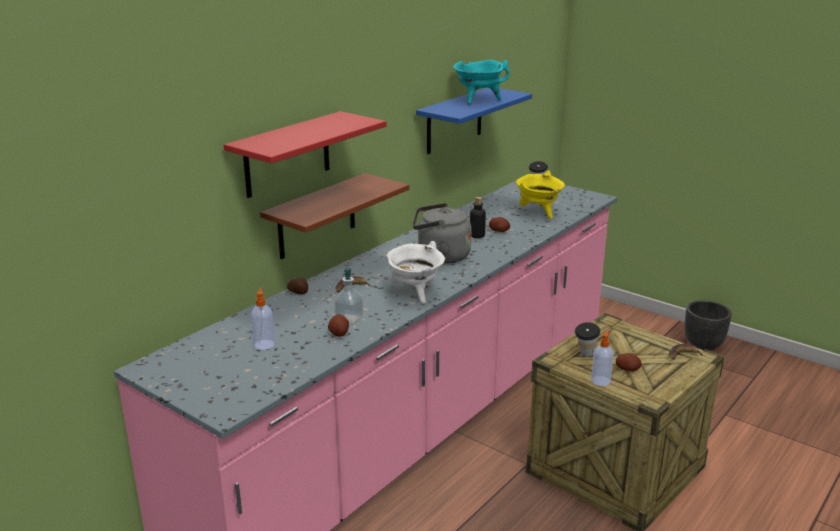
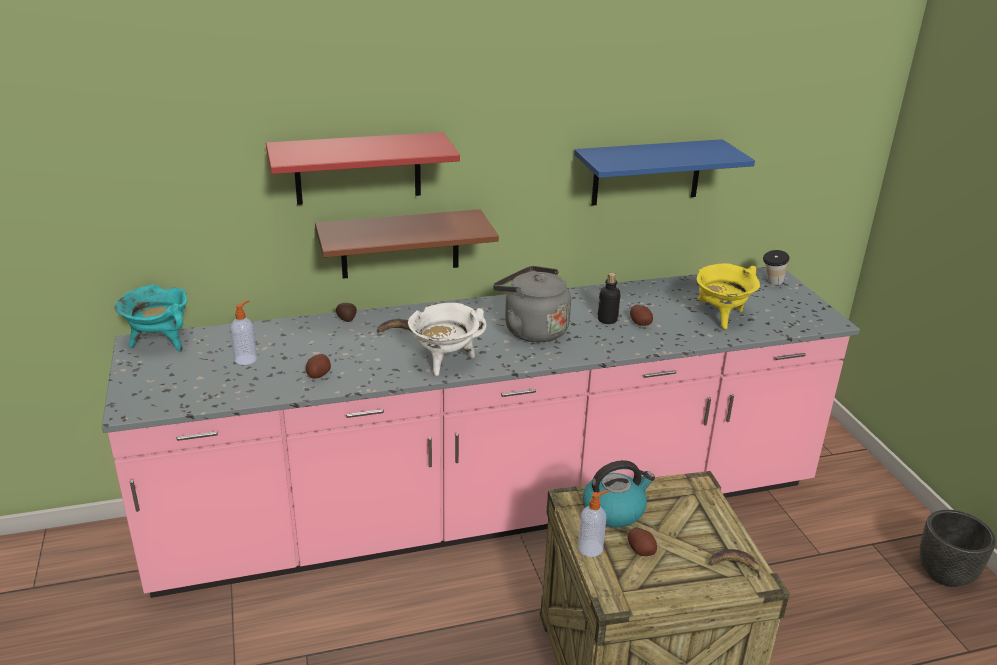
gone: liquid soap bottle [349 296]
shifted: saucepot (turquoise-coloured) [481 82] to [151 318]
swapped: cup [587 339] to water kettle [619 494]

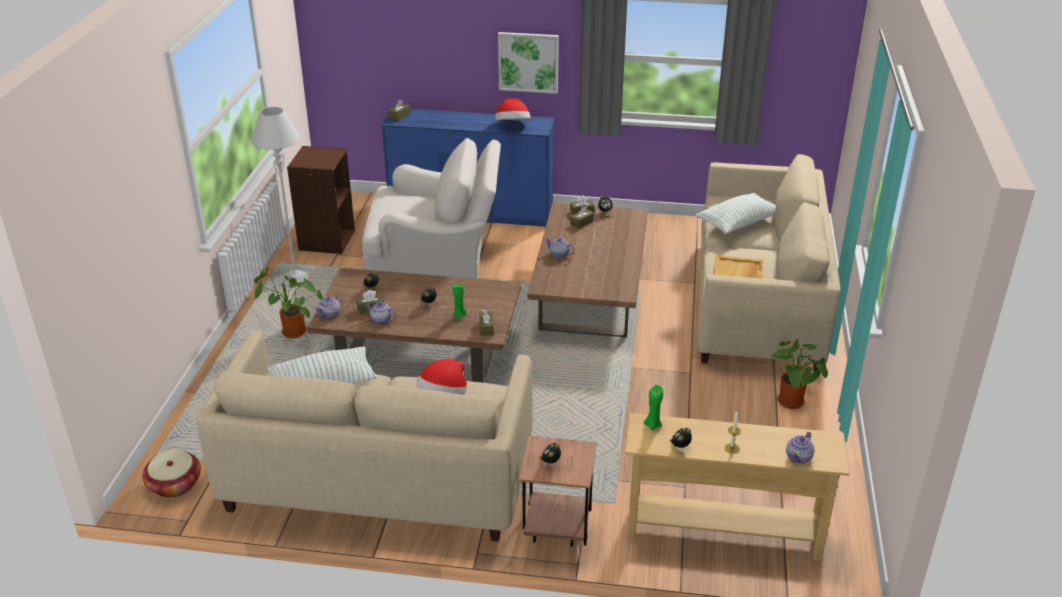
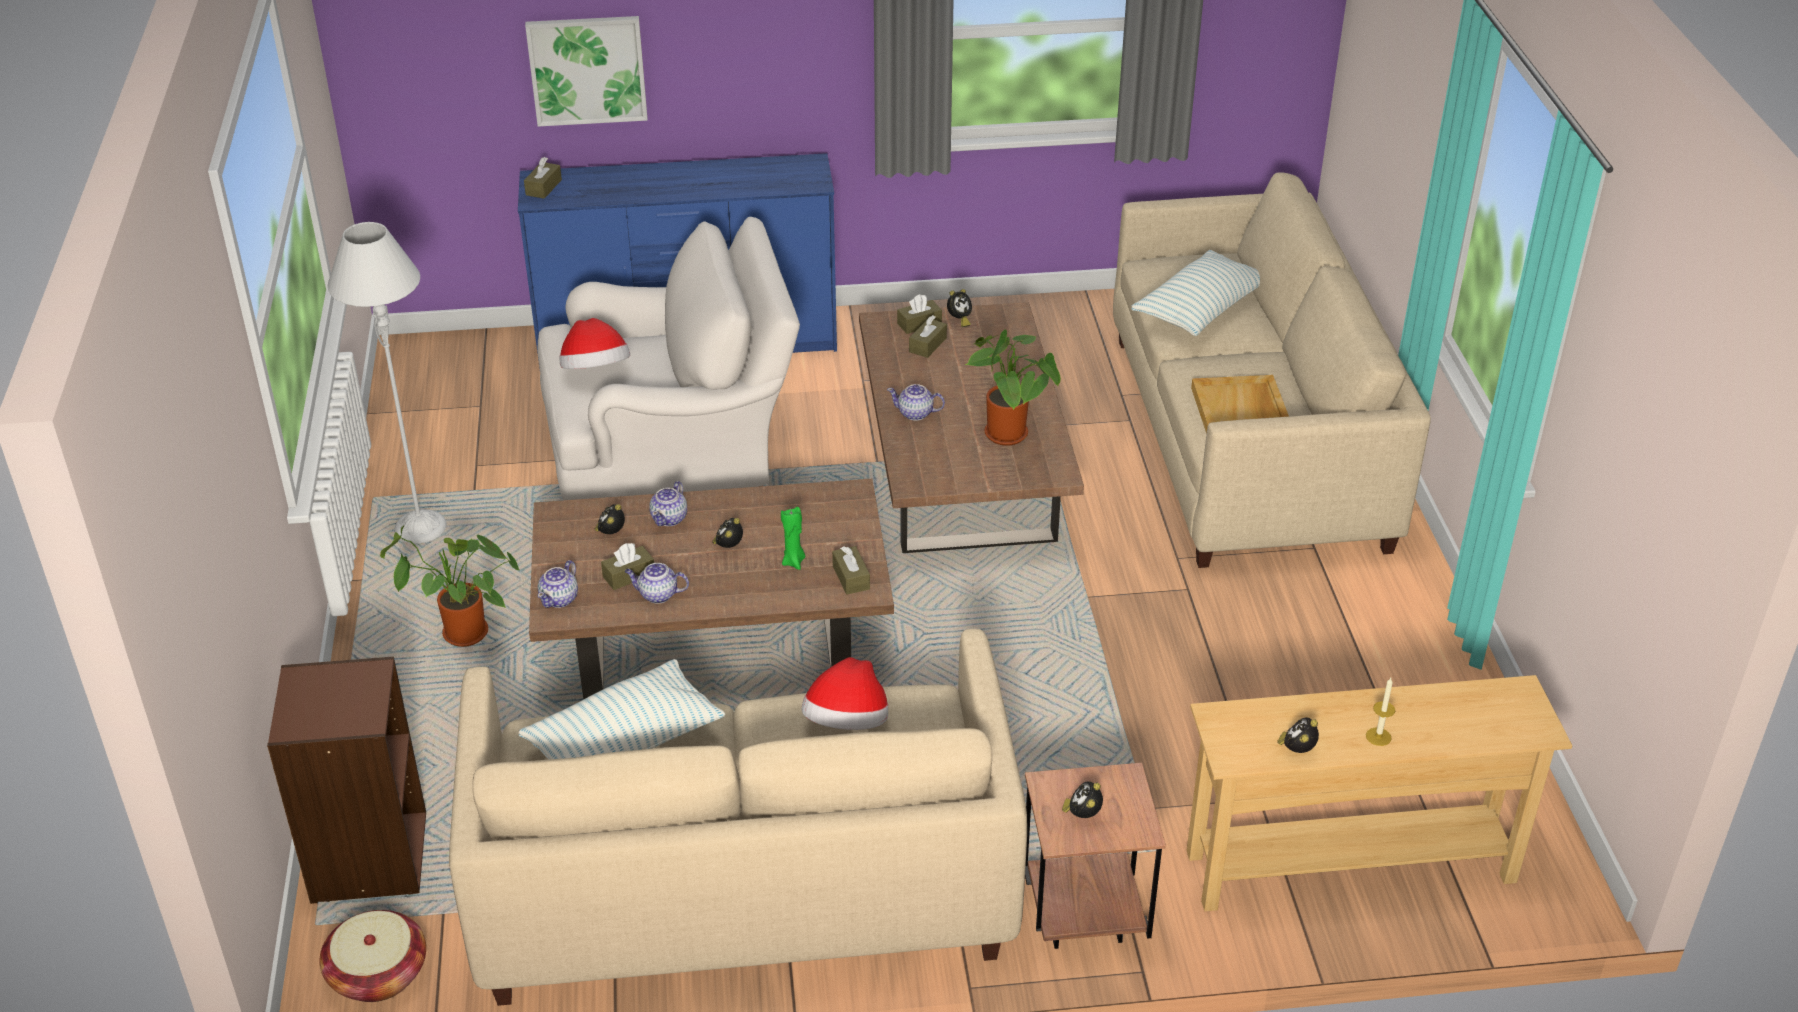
gone: wax candle (green-coloured) [653 408]
shifted: bookshelf (brown-coloured) [321 200] to [346 780]; clothing hat [512 109] to [595 343]; wall art [528 63] to [586 71]; houseplant [799 374] to [1013 388]; tea pot [800 448] to [668 503]

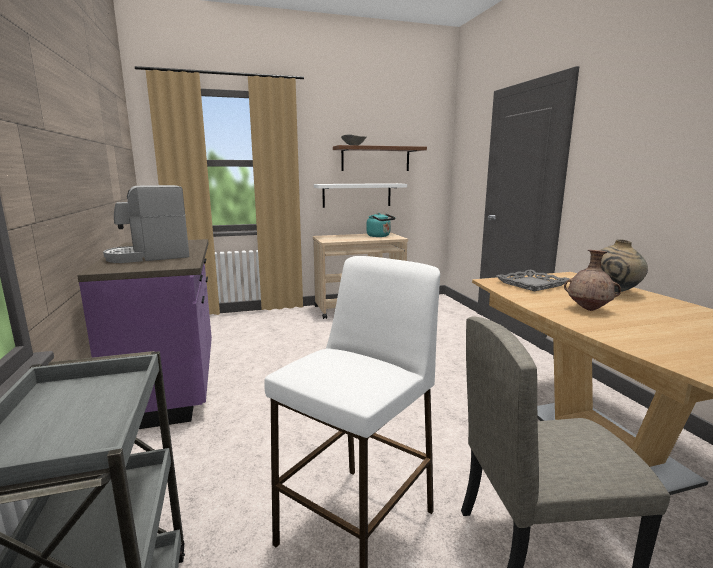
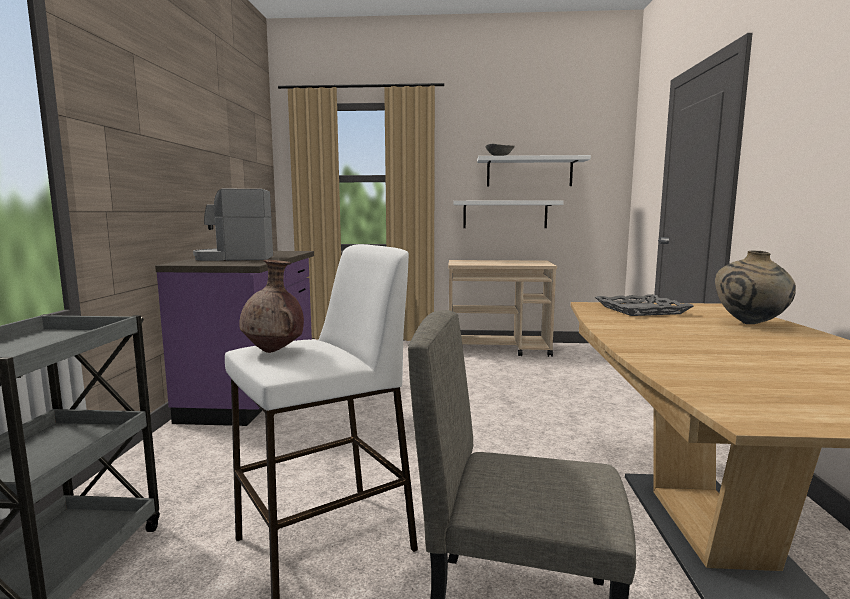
gone: water kettle (turquoise-coloured) [381 225]
shifted: decorative vase (brown-coloured) [592 280] to [271 306]
repainted: shelf (brown-coloured) [380 158] to shelf (white) [534 170]

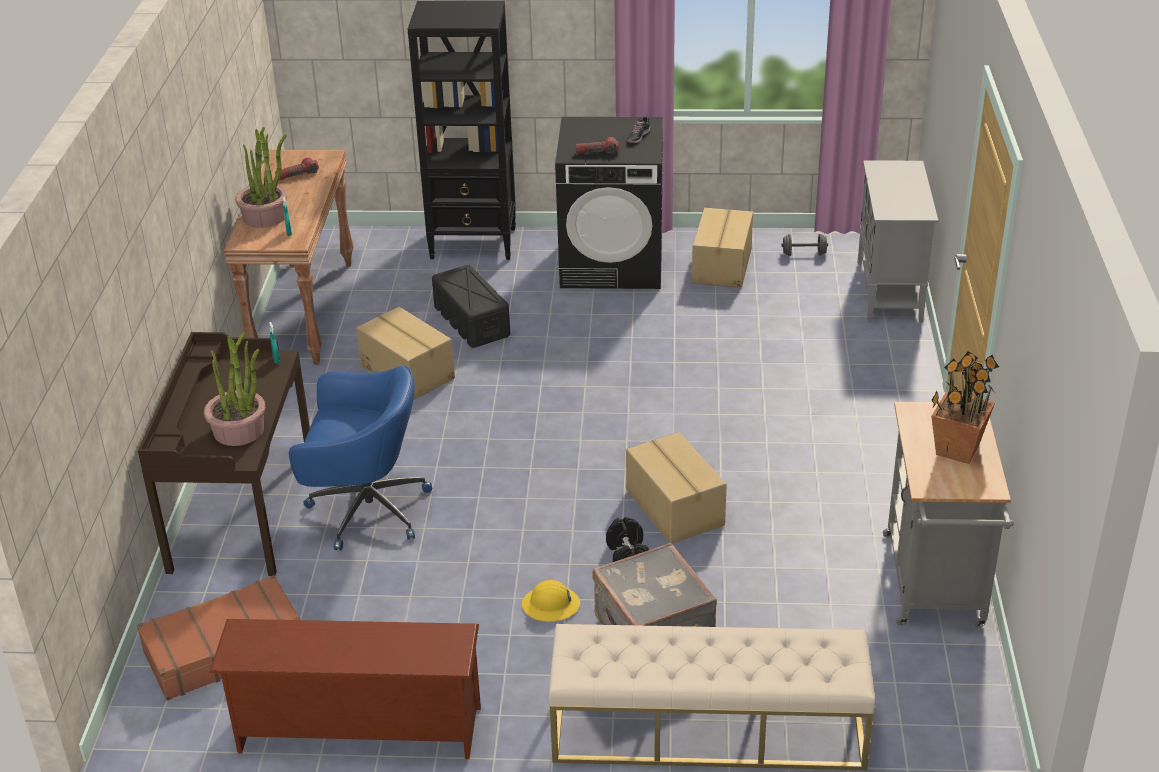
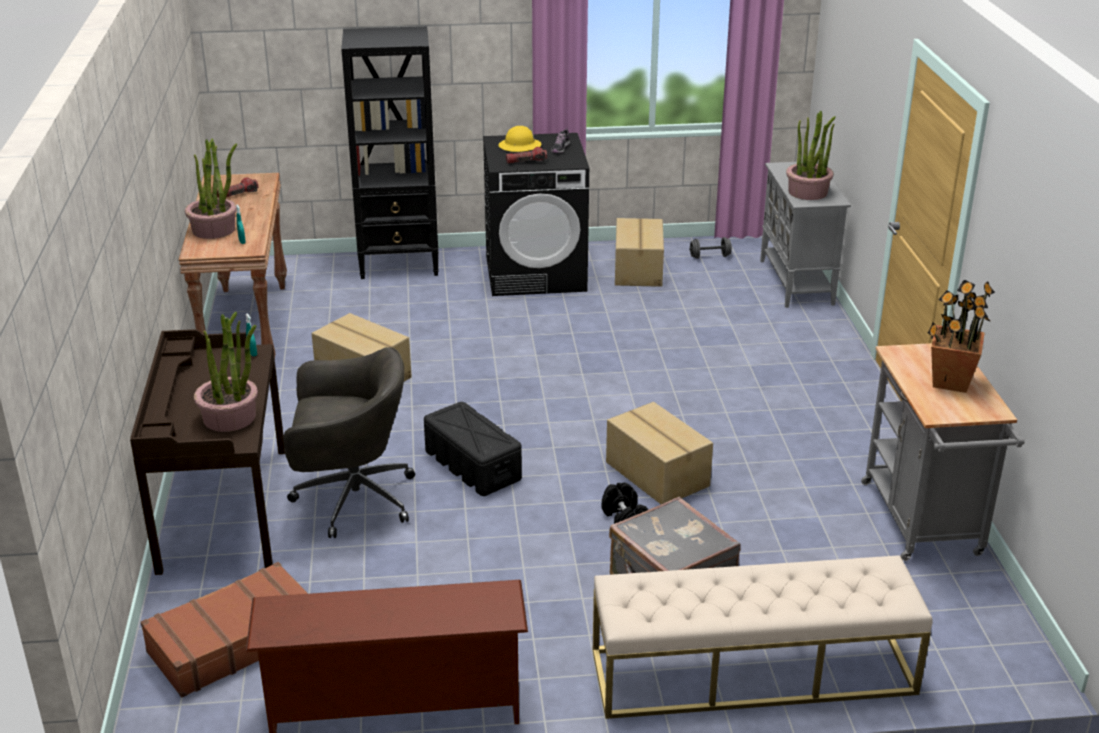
new: houseplant [811 155]
shifted: storage container (black) [471 306] to [473 449]; hard hat (yellowish) [551 601] to [520 139]
repainted: computer chair (blue-coloured) [360 458] to computer chair (greyish) [349 442]

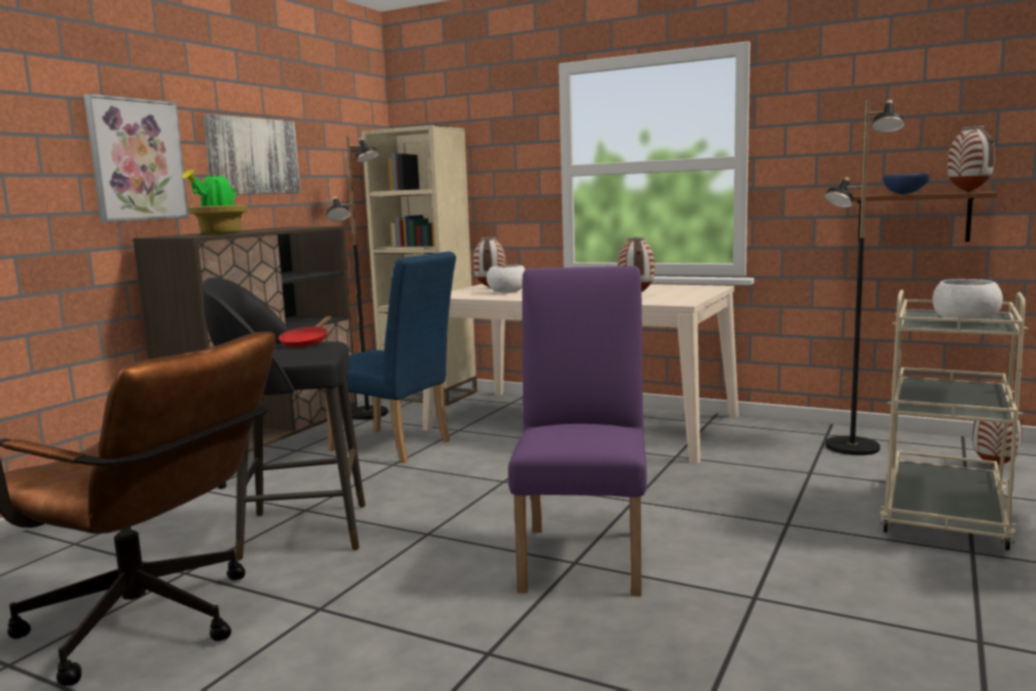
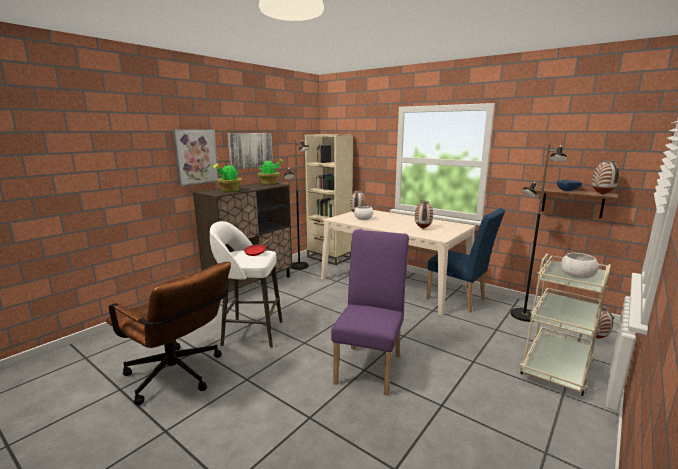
new: houseplant [271 172]
shifted: plain chair (blue-coloured) [390 357] to [465 260]
repainted: stool (black) [284 419] to stool (white) [246 284]

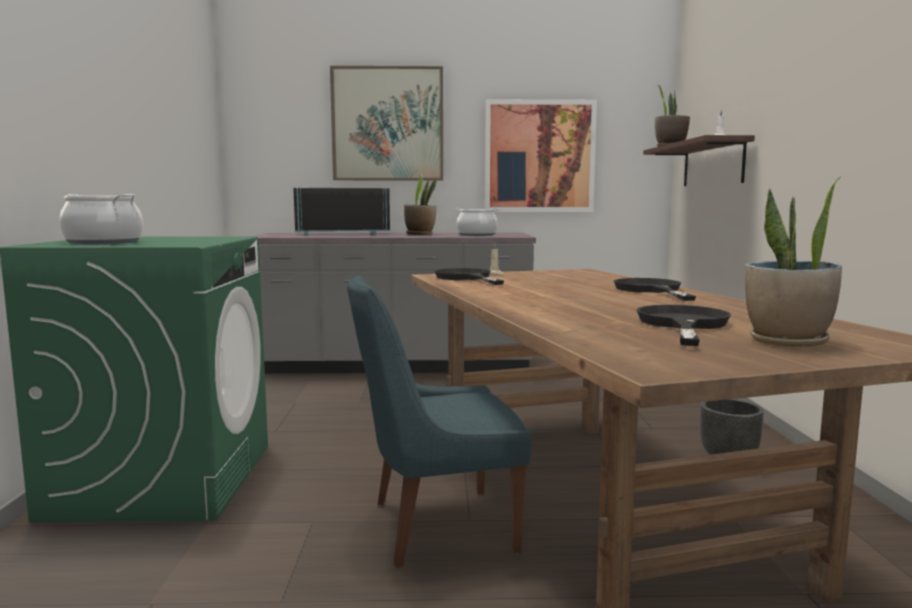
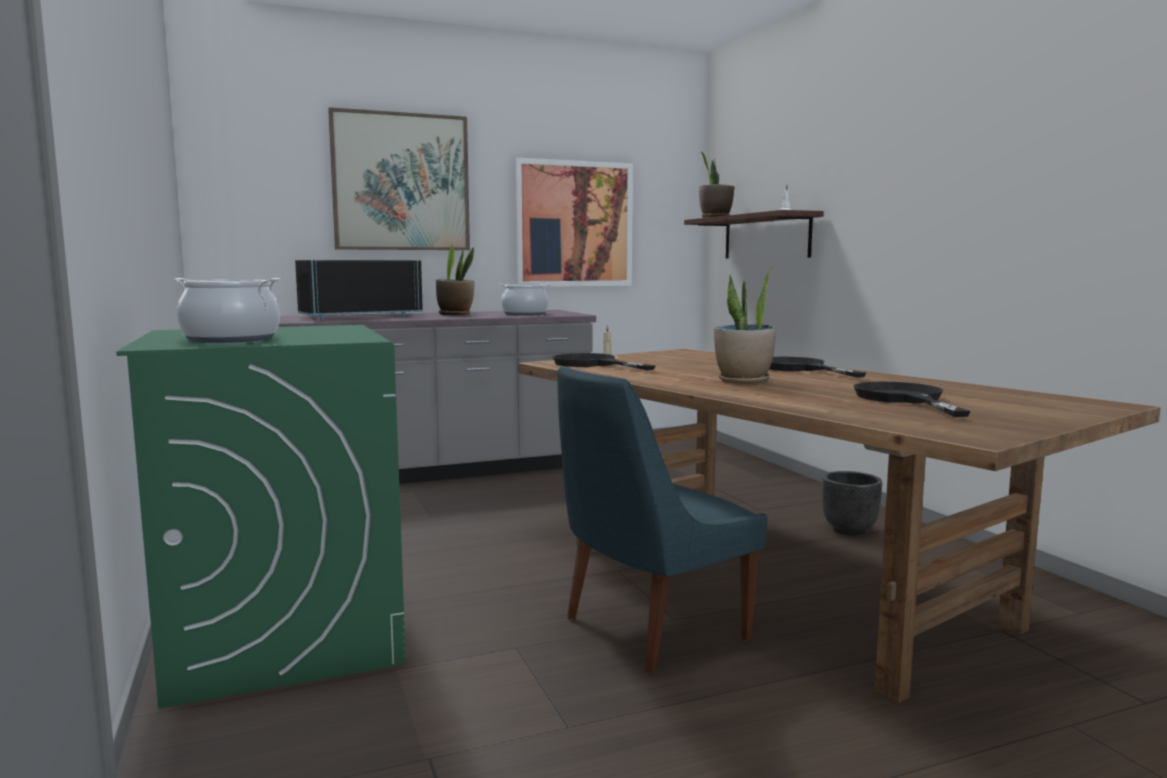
shifted: houseplant [793 262] to [745 325]

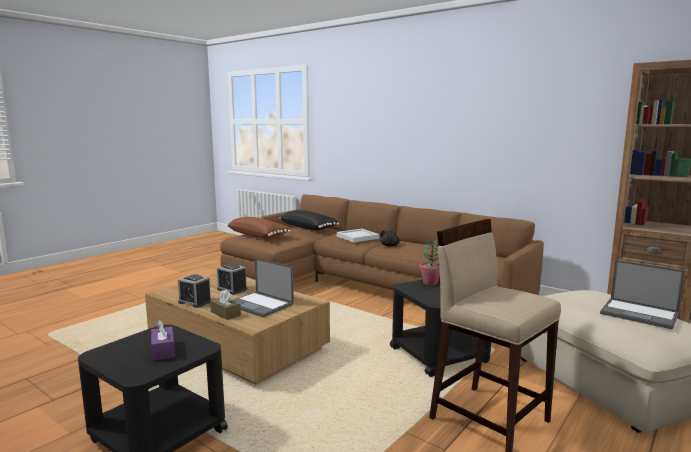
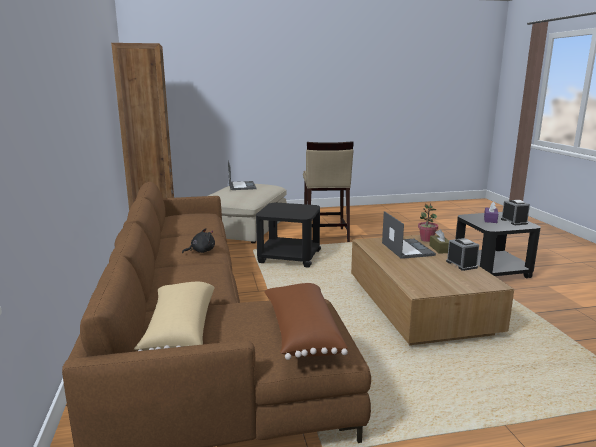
gone: tray (white) [358 236]
shifted: table clock [232 279] to [515 212]; houseplant [429 262] to [428 222]
repainted: pillow (black) [309 220] to pillow (sand-coloured) [174 316]

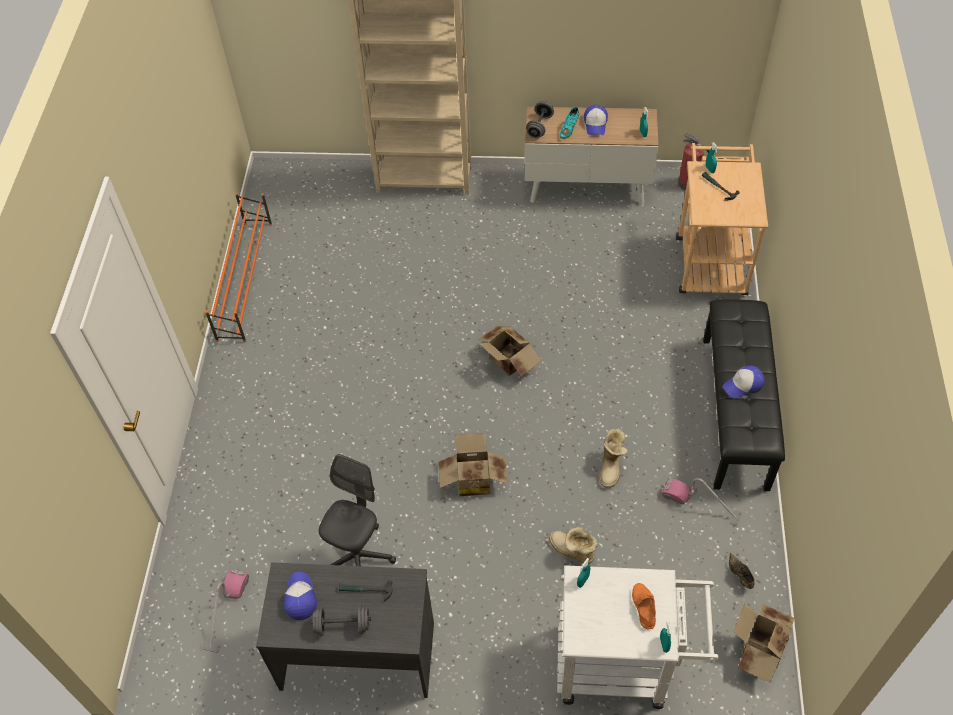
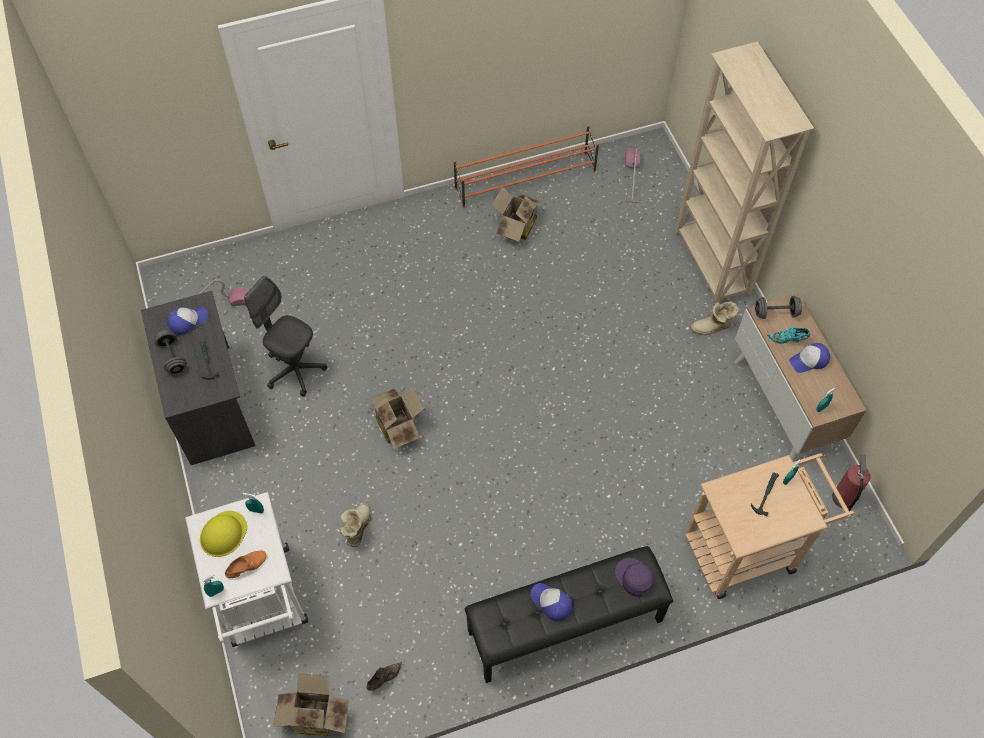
new: hard hat (yellowish) [223 534]; cap (purple) [634 577]
shifted: carton [510 350] to [517 214]; boot [614 458] to [714 318]; vacuum [702 502] to [632 175]
rotated: computer chair (greyish) [357 510] = [286 336] 150 degrees counterclockwise

